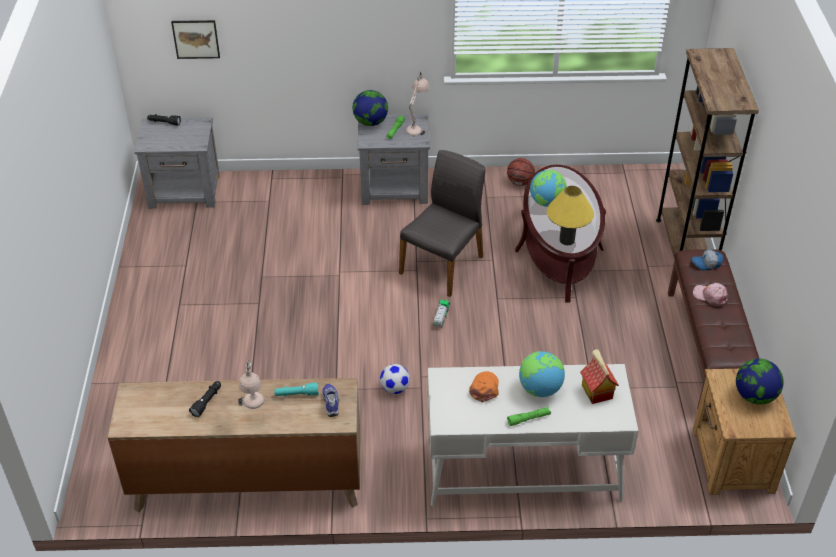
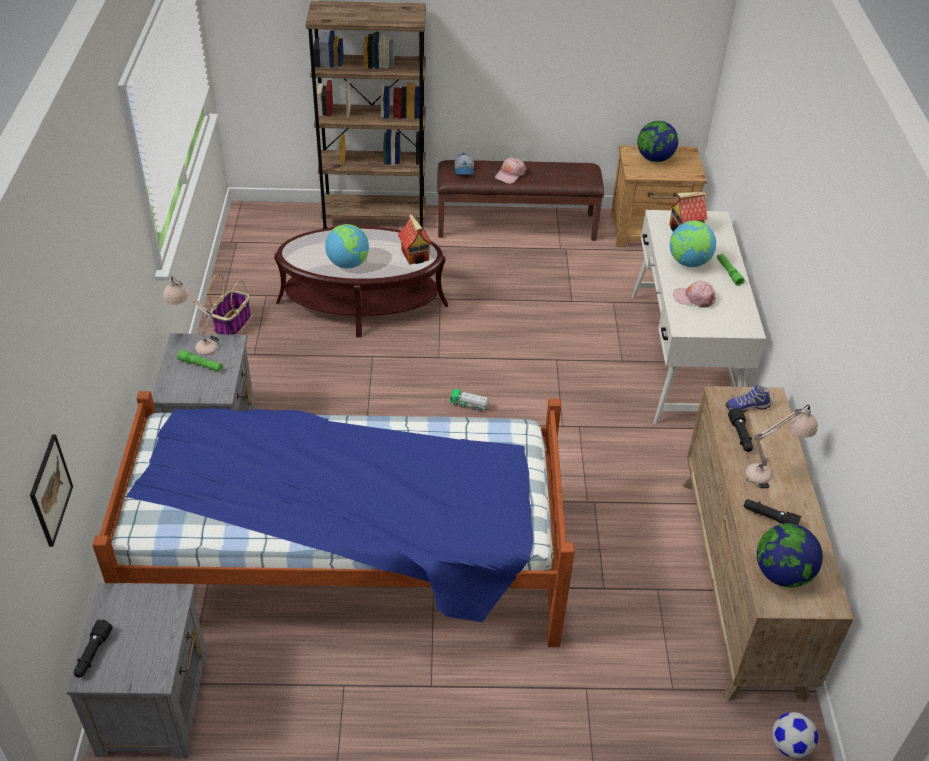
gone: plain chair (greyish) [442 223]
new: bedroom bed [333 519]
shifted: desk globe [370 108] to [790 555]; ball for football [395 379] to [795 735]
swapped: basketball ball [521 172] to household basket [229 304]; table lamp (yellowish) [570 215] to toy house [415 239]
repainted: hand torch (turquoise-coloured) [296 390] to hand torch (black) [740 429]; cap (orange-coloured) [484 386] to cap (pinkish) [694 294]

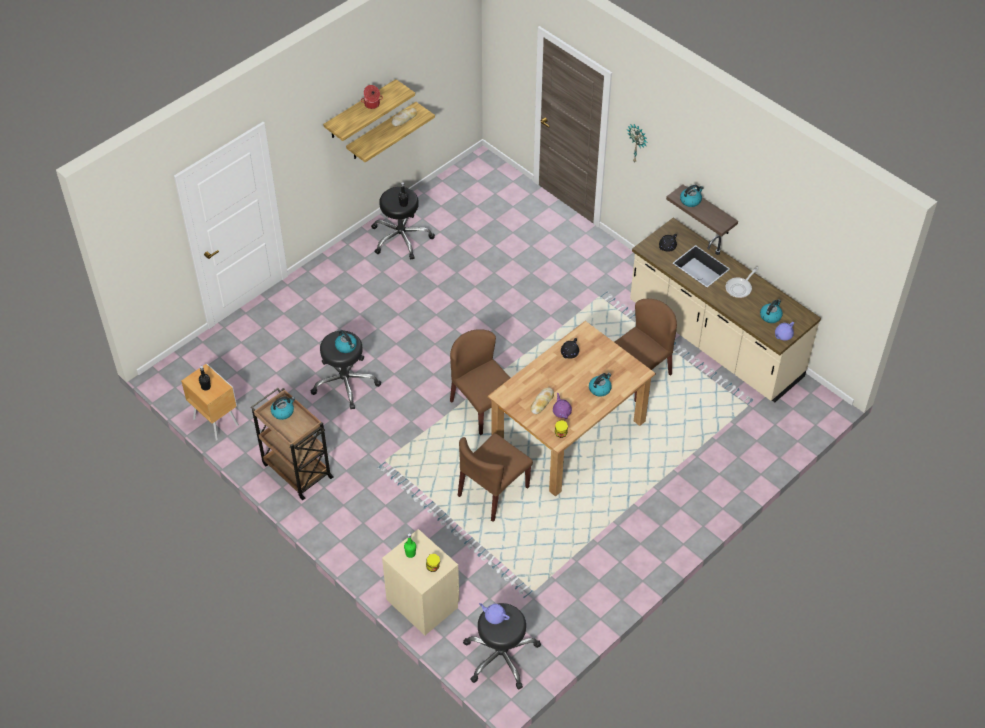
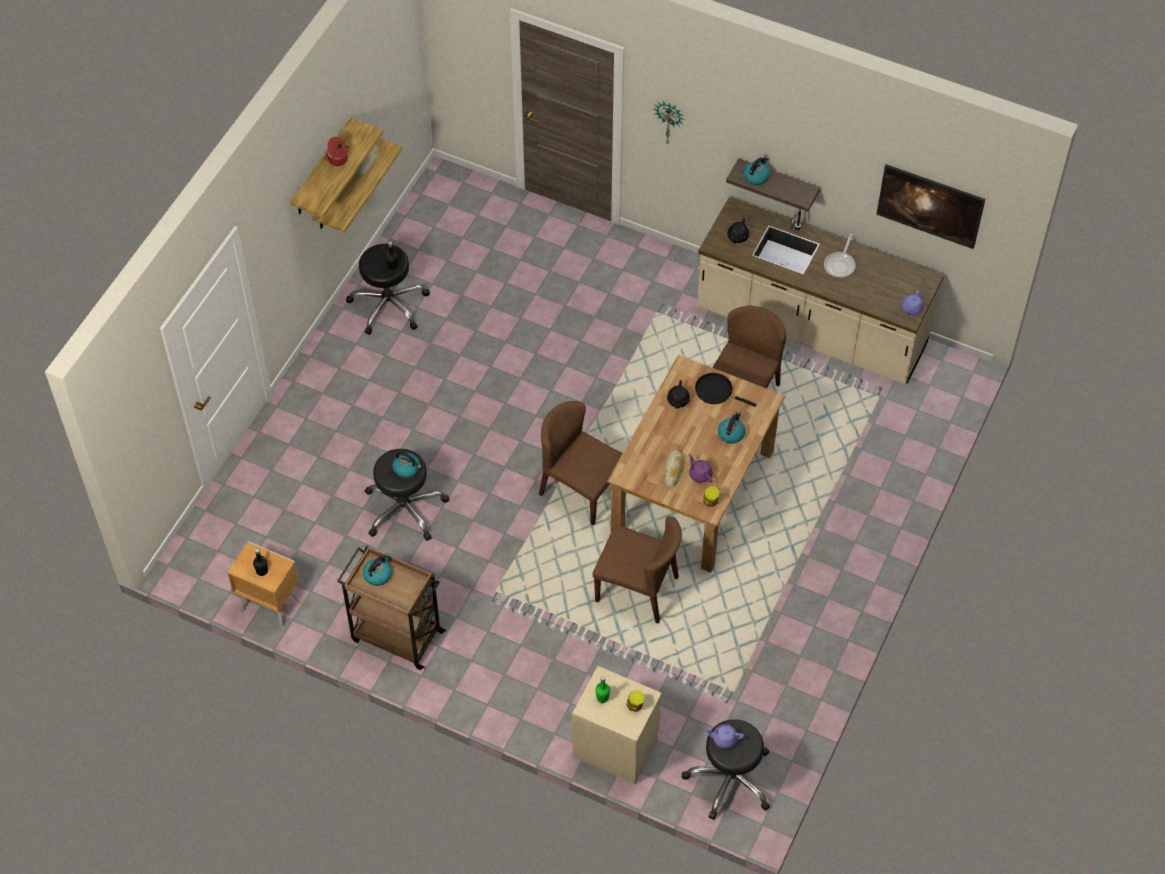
gone: water kettle [771 311]
new: pan (black) [726 390]; wall art [931 206]
rotated: plain chair (brown-coloured) [495 477] = [637 570] 90 degrees counterclockwise

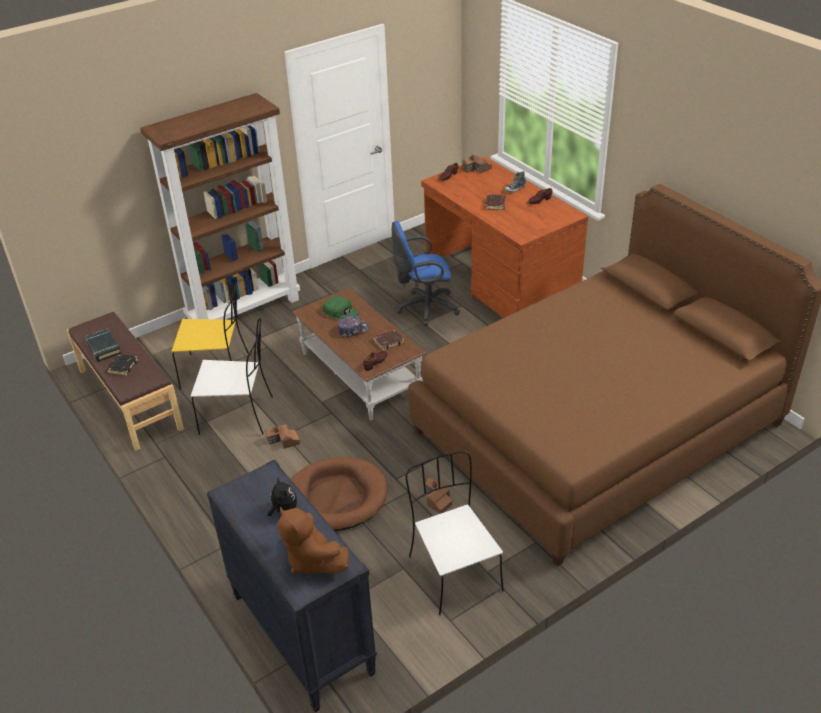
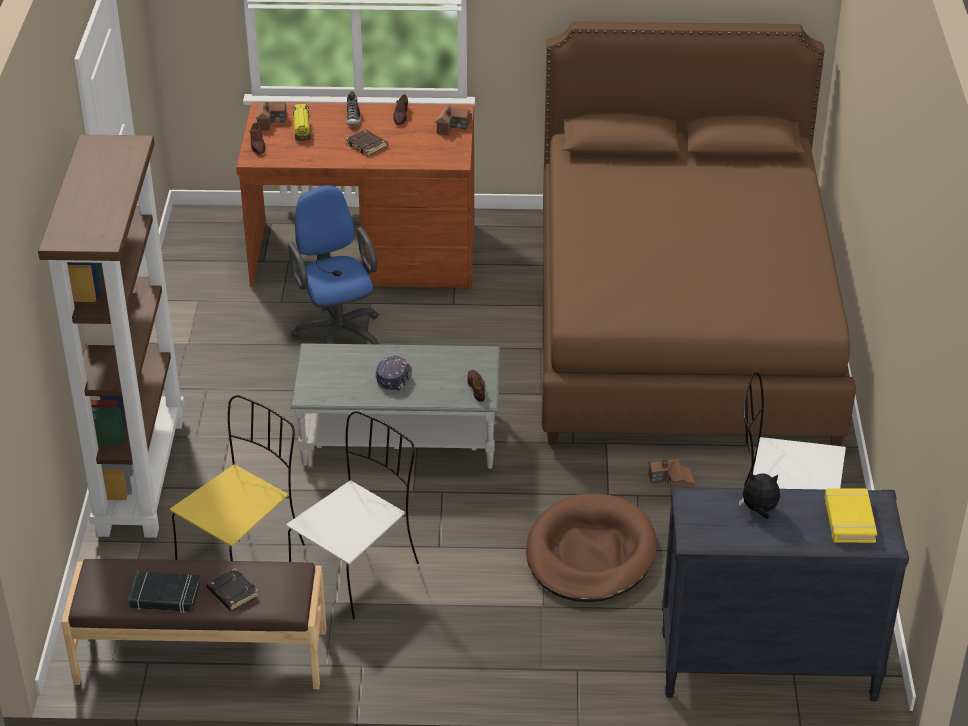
gone: cap (green-coloured) [341 308]; book (brown-coloured) [389 340]
new: toy lorry [302 122]
shifted: toy house [282 436] to [454 121]
swapped: plush toy (brown-coloured) [313 540] to book (yellowish) [851 515]
repainted: low table (brown-coloured) [359 354] to low table (greyish) [395 406]
rotated: computer chair (blue-coloured) [426 273] = [334 265] 135 degrees clockwise

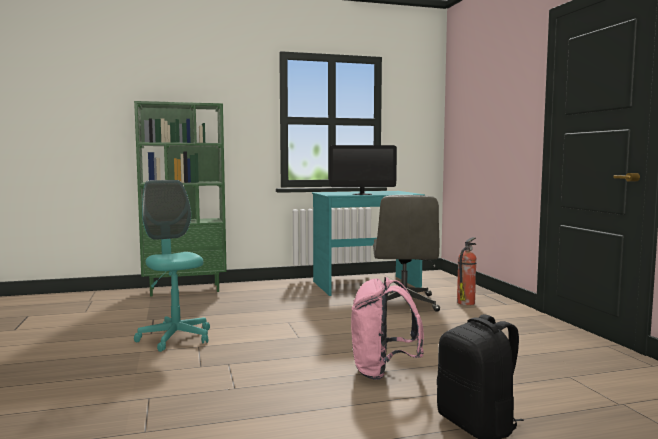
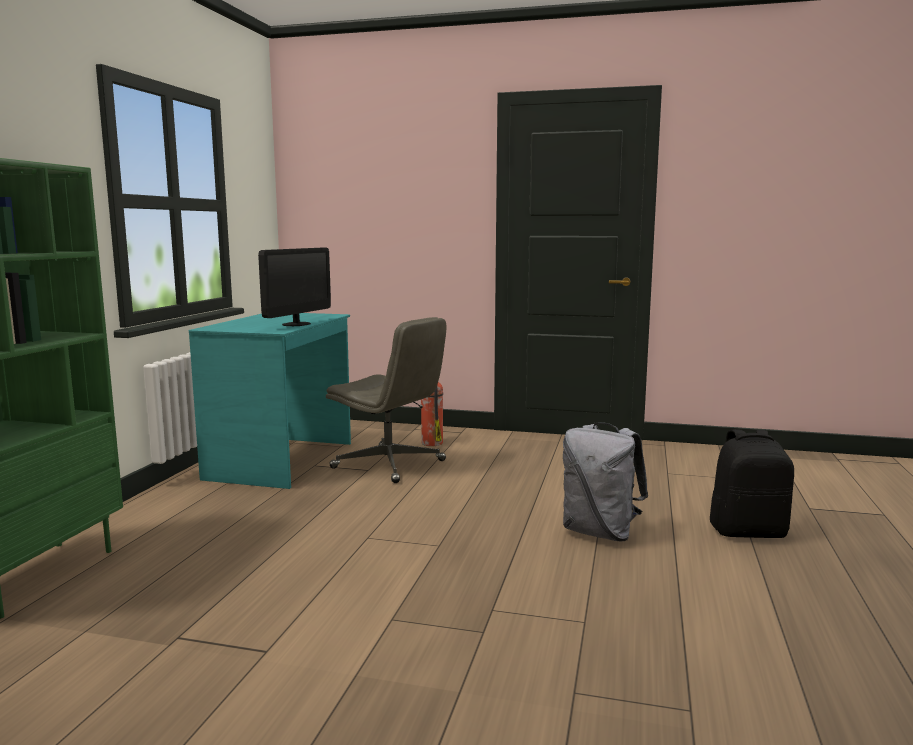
gone: computer chair (turquoise-coloured) [172 266]
repainted: rucksack (pinkish) [387 328] to rucksack (greyish) [605 481]

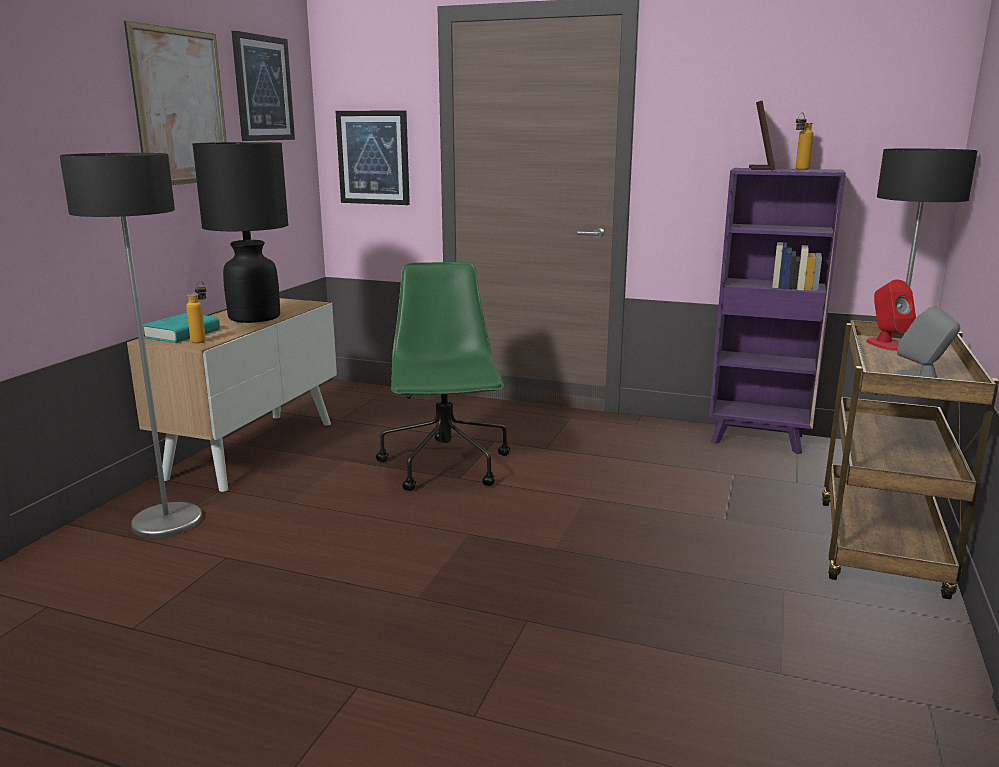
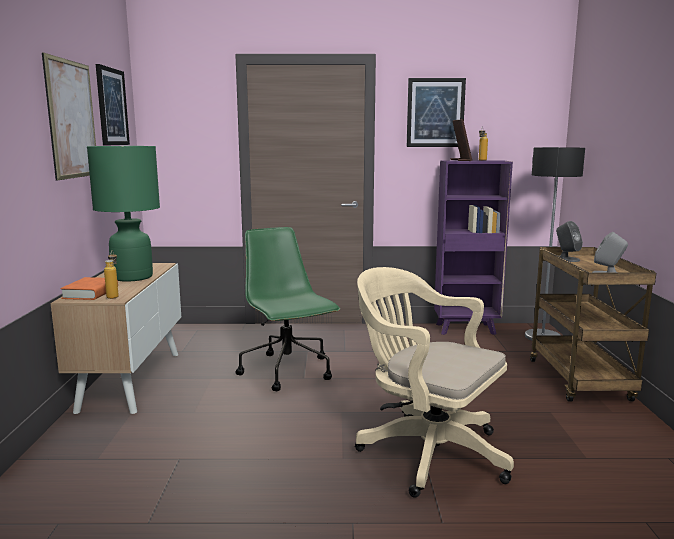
gone: standard lamp [130 345]
new: computer chair (sand-coloured) [434 382]
shifted: wall art [372 157] to [436 112]
repainted: book (turquoise-coloured) [181 328] to book (orange-coloured) [89 288]; table lamp (black) [240 232] to table lamp (green-coloured) [123 214]; audio speaker (reddish) [891 315] to audio speaker (greyish) [569 241]

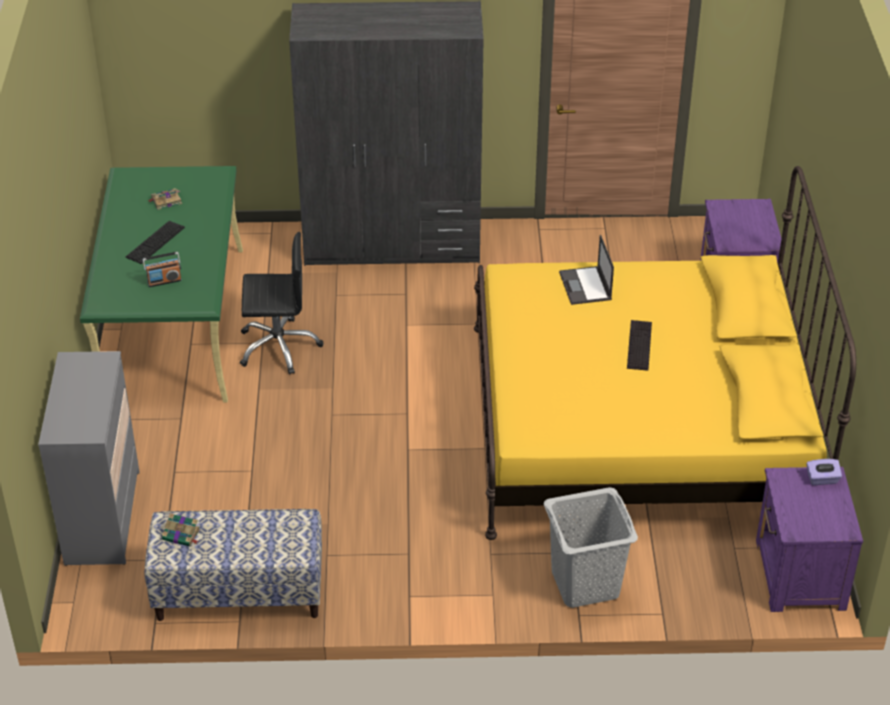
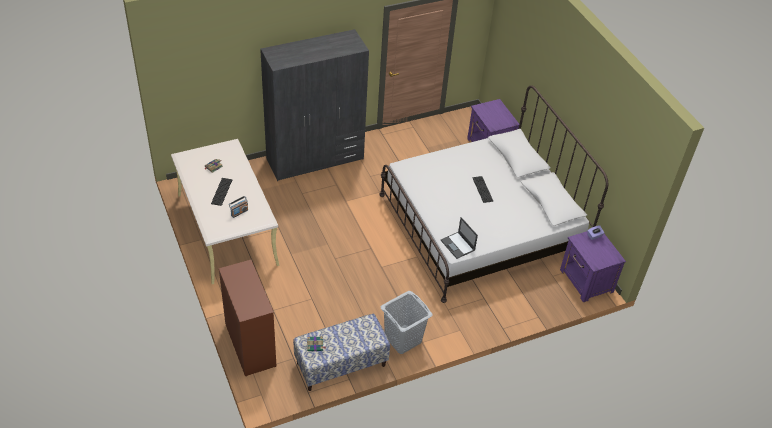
gone: computer chair (black) [281 303]
shifted: washing basket (greyish) [591 547] to [406 322]; notebook computer [586 270] to [459 238]
repainted: dresser (greyish) [89 458] to dresser (brown-coloured) [247 318]; desk (green-coloured) [161 284] to desk (sand-coloured) [225 211]; bedroom bed (yellowish) [665 353] to bedroom bed (white) [493 194]

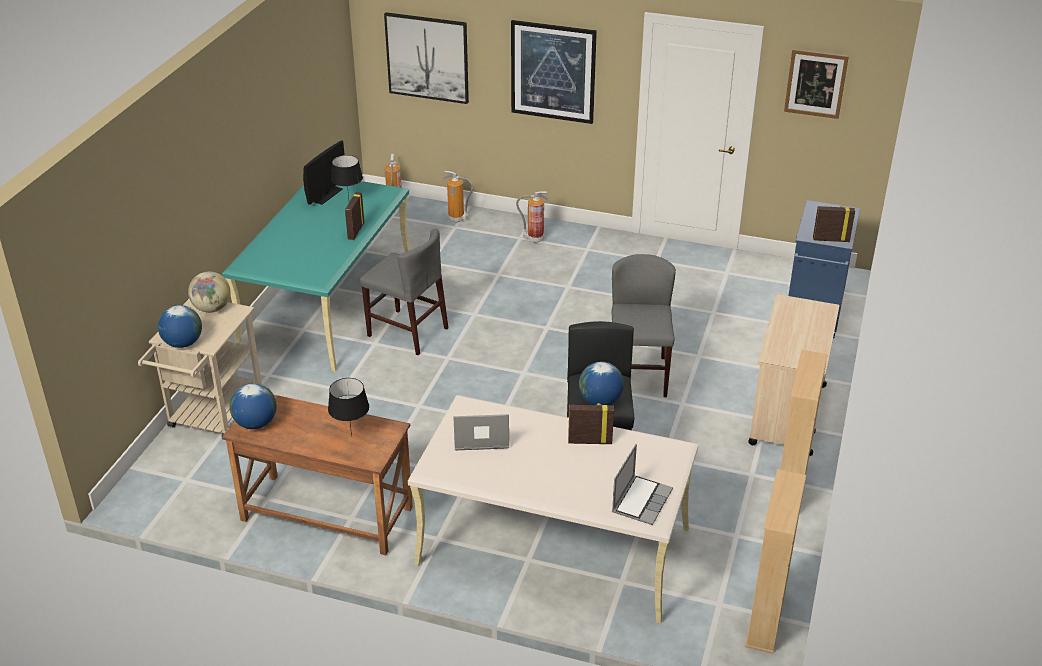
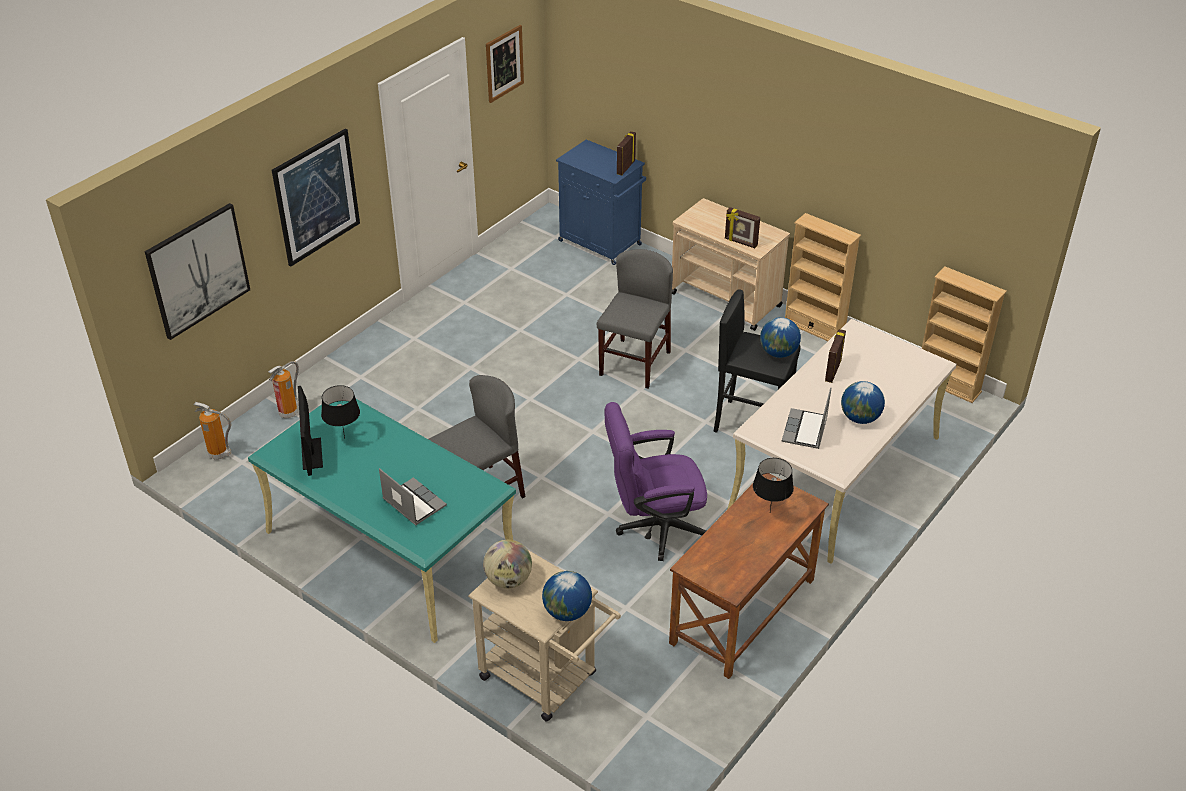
gone: extinguisher [532 217]
new: computer chair (purple) [655 481]
shifted: desk globe [253 406] to [863 402]; picture frame [354 216] to [742 227]; notebook computer [642 484] to [413 496]
rotated: computer display [324 172] = [310 431] 150 degrees counterclockwise; plain chair (greyish) [644 325] = [635 318] 90 degrees clockwise

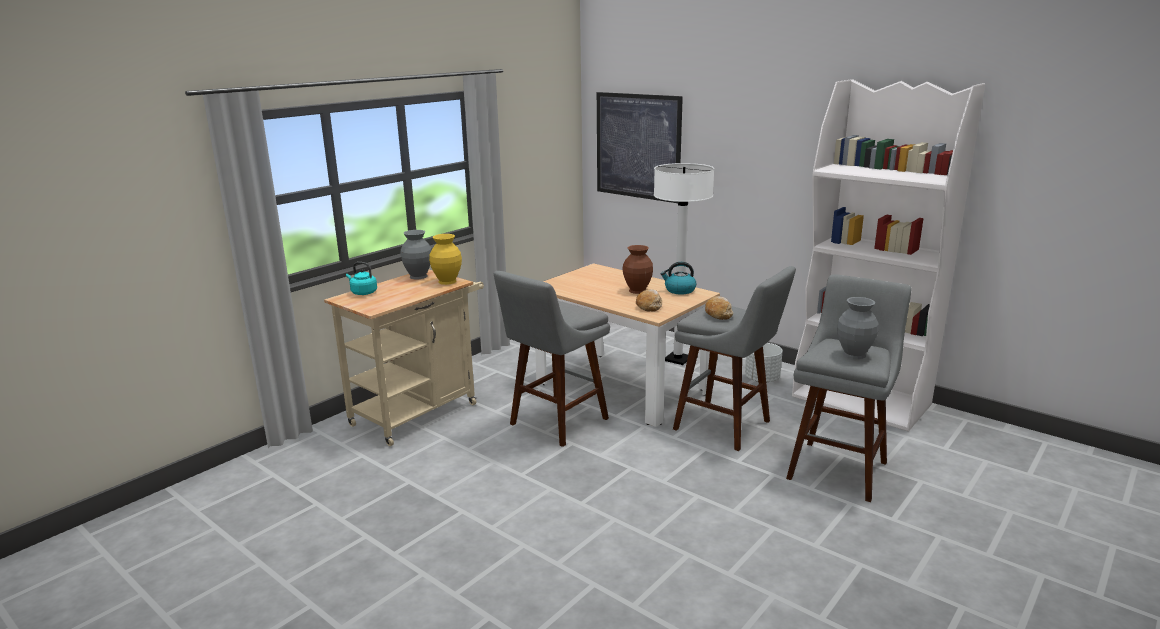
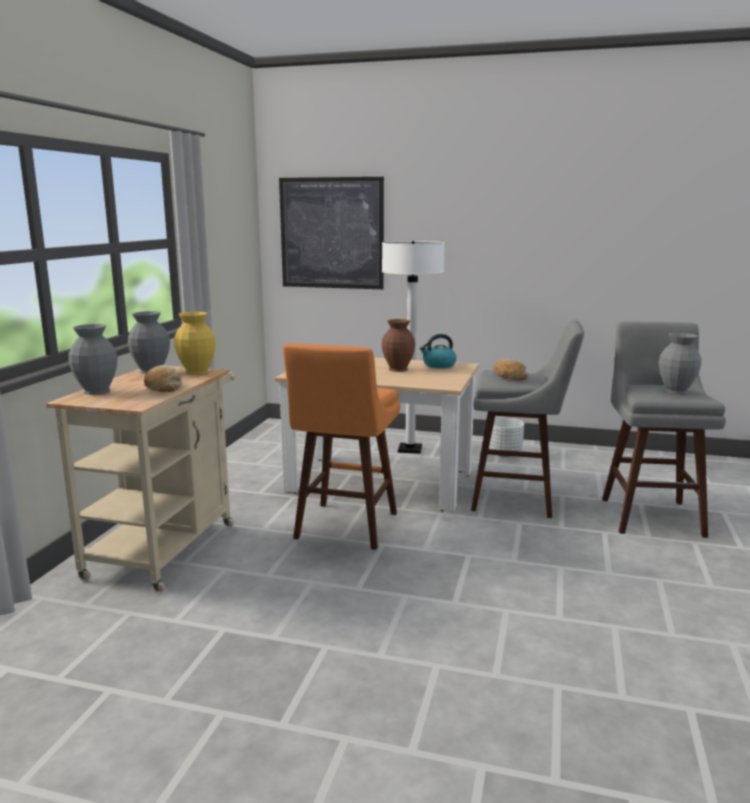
gone: bookshelf (white) [888 255]
shifted: baked bread [649 300] to [163 378]
swapped: water kettle (turquoise-coloured) [361 278] to decorative vase (greyish) [93 359]
repainted: stool (greyish) [552 359] to stool (orange-coloured) [341 446]

